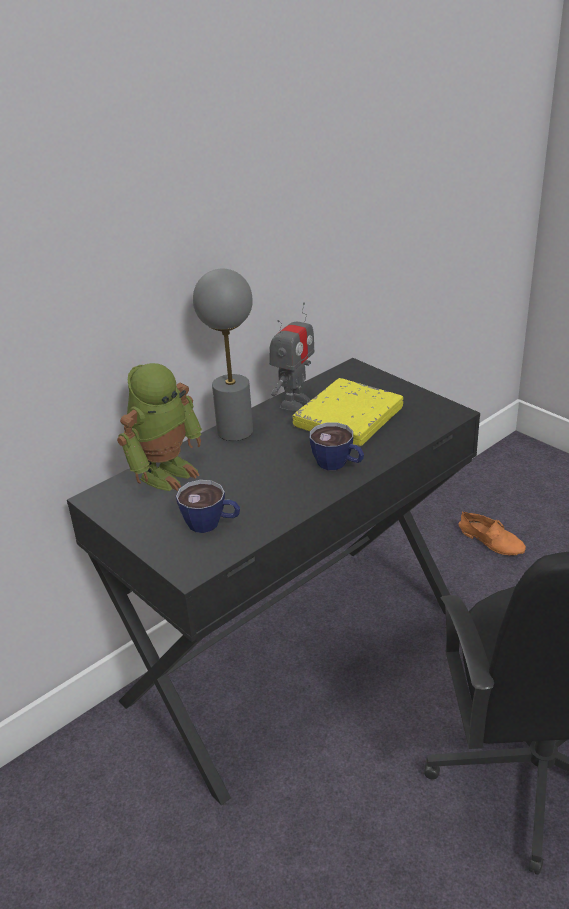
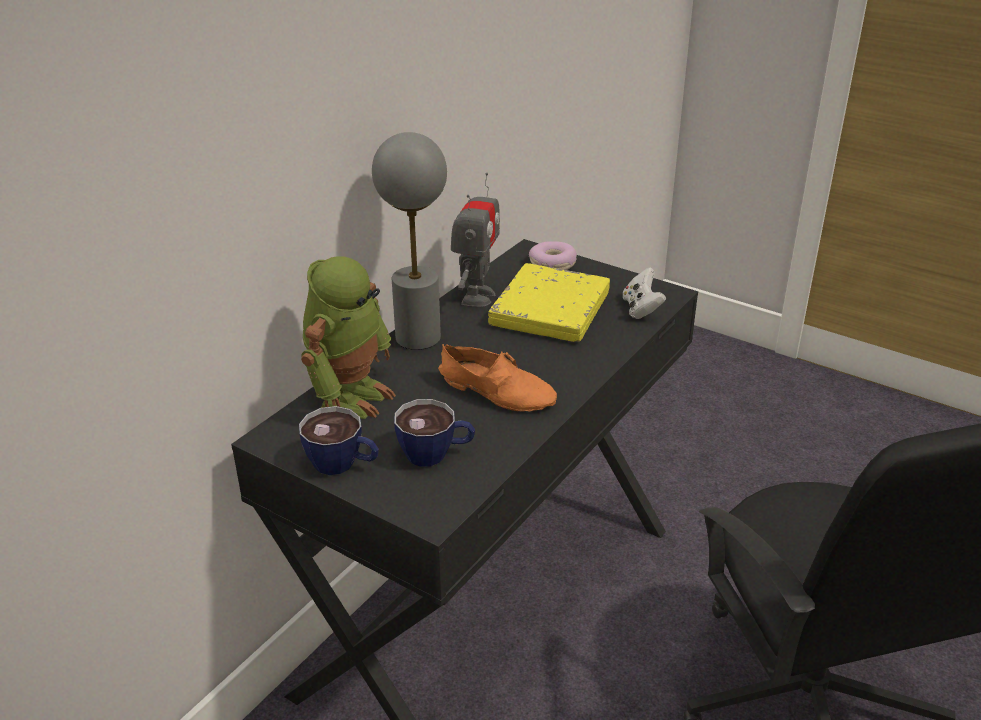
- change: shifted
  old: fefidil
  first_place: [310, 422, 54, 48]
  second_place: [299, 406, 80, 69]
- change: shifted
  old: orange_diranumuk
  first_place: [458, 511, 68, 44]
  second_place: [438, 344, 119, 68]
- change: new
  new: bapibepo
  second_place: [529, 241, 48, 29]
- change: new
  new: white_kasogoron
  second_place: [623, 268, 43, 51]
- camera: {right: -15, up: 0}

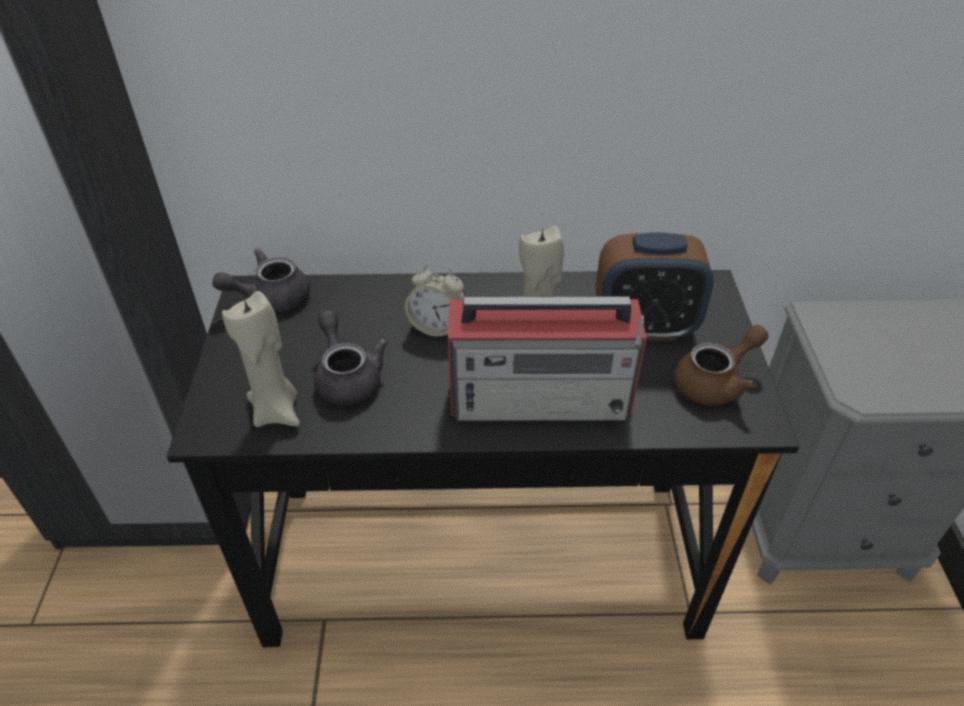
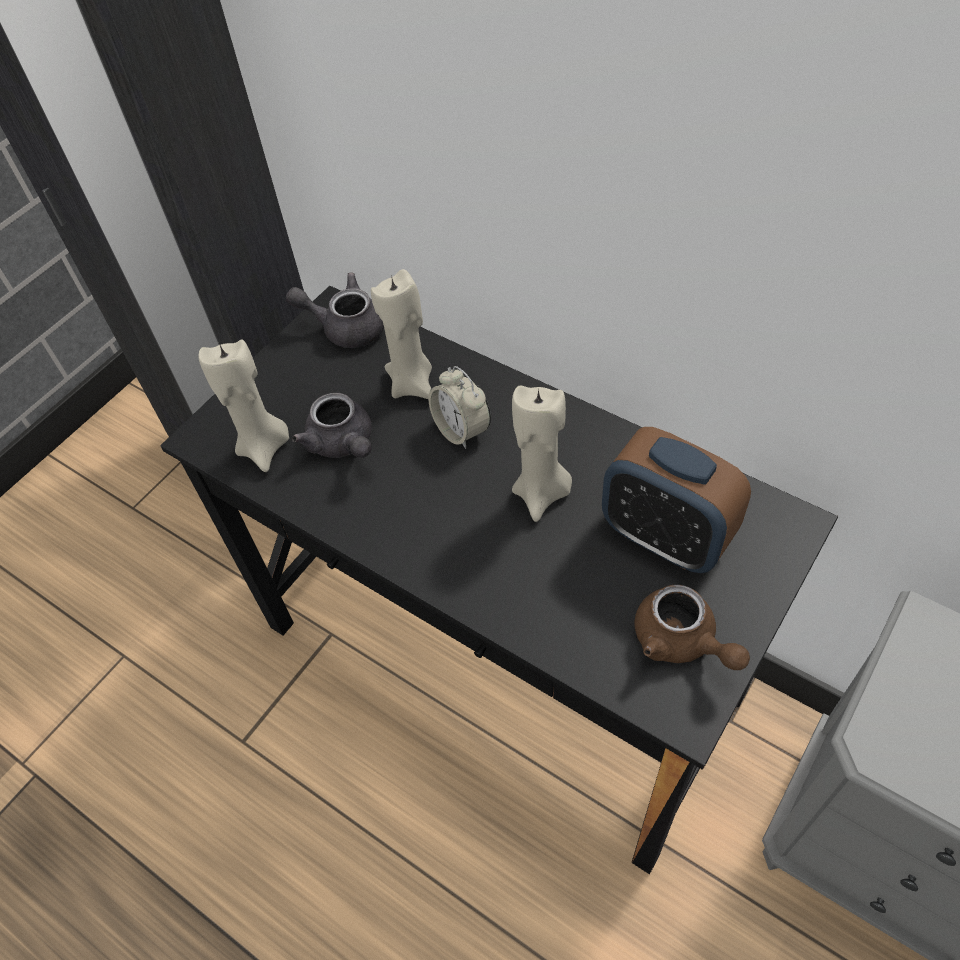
- change: rotated
  old: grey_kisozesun
  first_place: [314, 310, 74, 96]
  second_place: [292, 393, 80, 65]
  degrees: 135
- change: new
  new: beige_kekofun
  second_place: [371, 269, 61, 130]
- change: rotated
  old: brown_kisozesun
  first_place: [674, 325, 95, 80]
  second_place: [634, 585, 116, 85]
  degrees: 45
- change: gone
  old: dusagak
  first_place: [448, 296, 199, 125]
- camera: {right: 40, up: 10}

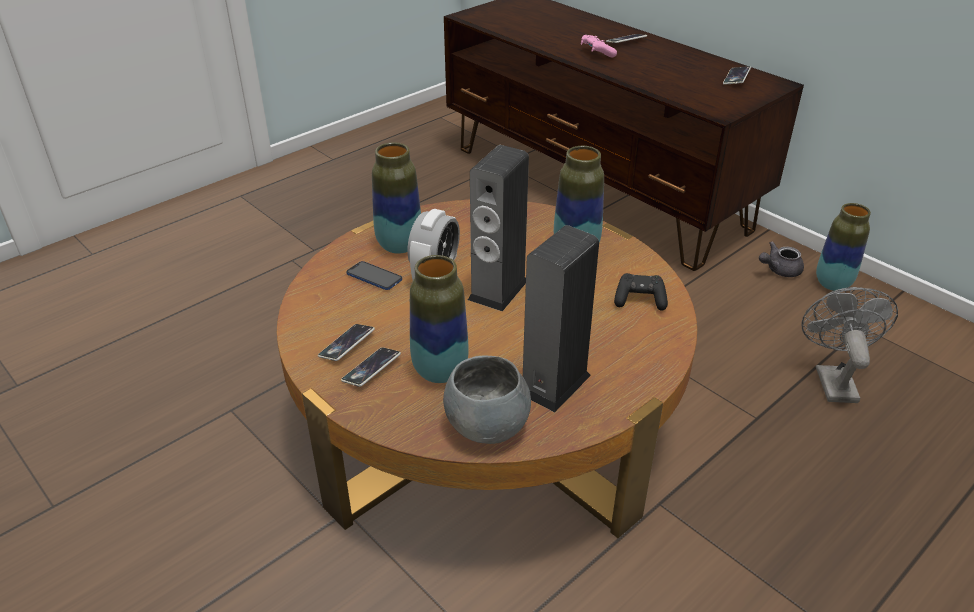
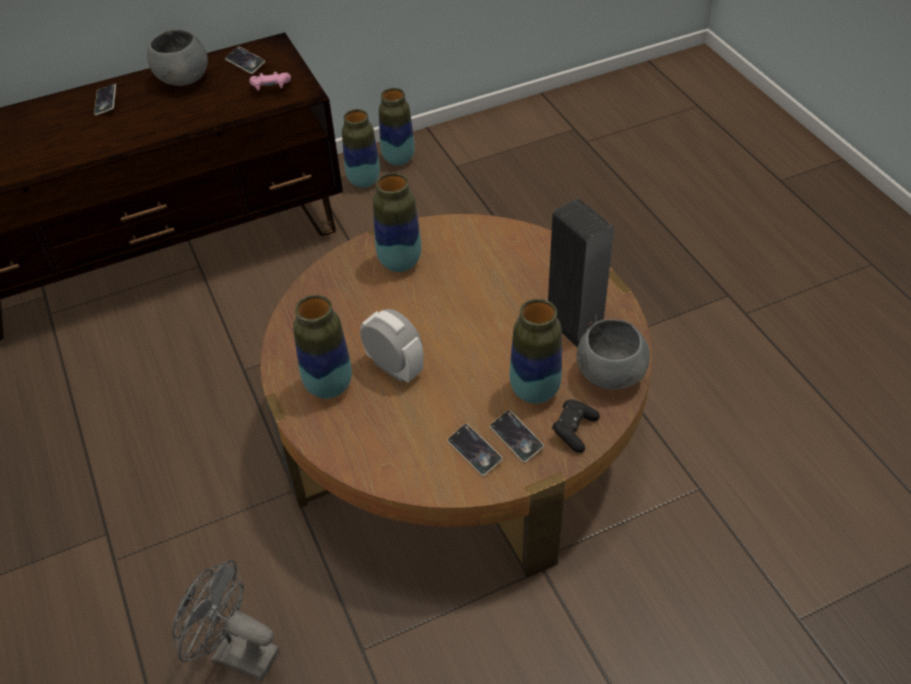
- change: new
  new: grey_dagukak
  second_place: [147, 29, 61, 57]
- change: shifted
  old: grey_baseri
  first_place: [801, 287, 97, 116]
  second_place: [172, 560, 107, 121]
- change: shifted
  old: pink_kasogoron
  first_place: [581, 34, 36, 24]
  second_place: [249, 72, 42, 19]
- change: swapped
  old: grey_kisozesun
  new: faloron
  first_place: [759, 241, 45, 36]
  second_place: [342, 109, 38, 79]
- change: shifted
  old: black_kasogoron
  first_place: [614, 273, 54, 38]
  second_place: [552, 399, 48, 54]
- change: gone
  old: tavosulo
  first_place: [347, 261, 55, 29]
- change: gone
  old: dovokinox
  first_place: [468, 145, 61, 166]
- camera: {right: -70, up: 10}

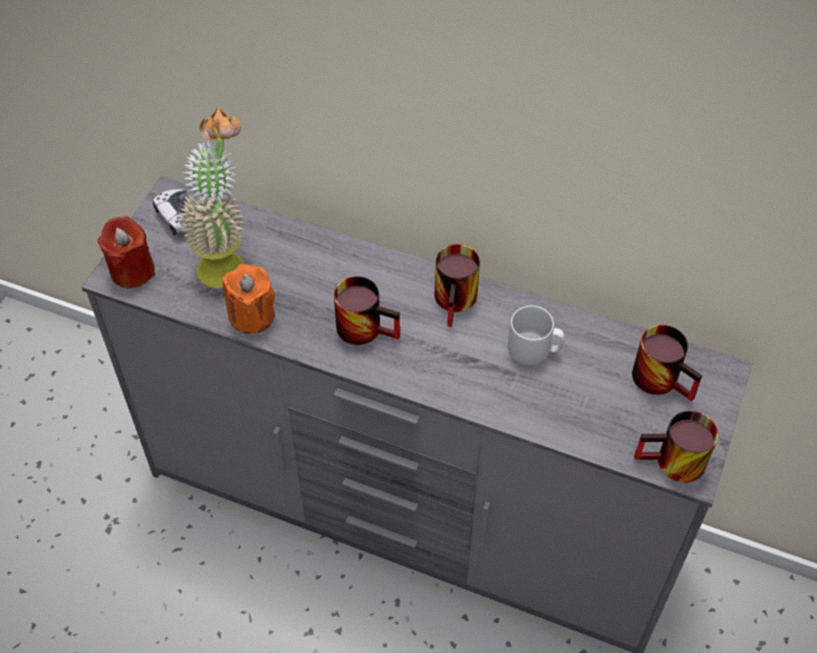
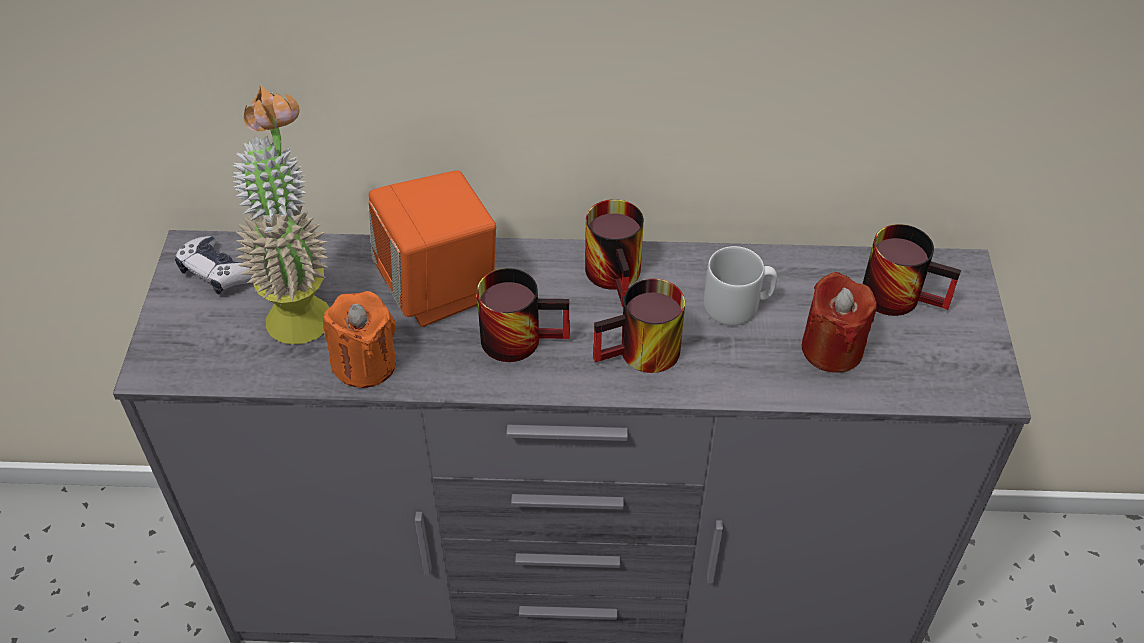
- change: new
  new: orange_dovokinox
  second_place: [368, 170, 128, 157]
- change: shifted
  old: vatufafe
  first_place: [634, 411, 84, 72]
  second_place: [593, 278, 92, 95]
- change: shifted
  old: red_kekofun
  first_place: [98, 216, 57, 72]
  second_place: [801, 272, 76, 101]
- camera: {right: -20, up: -5}

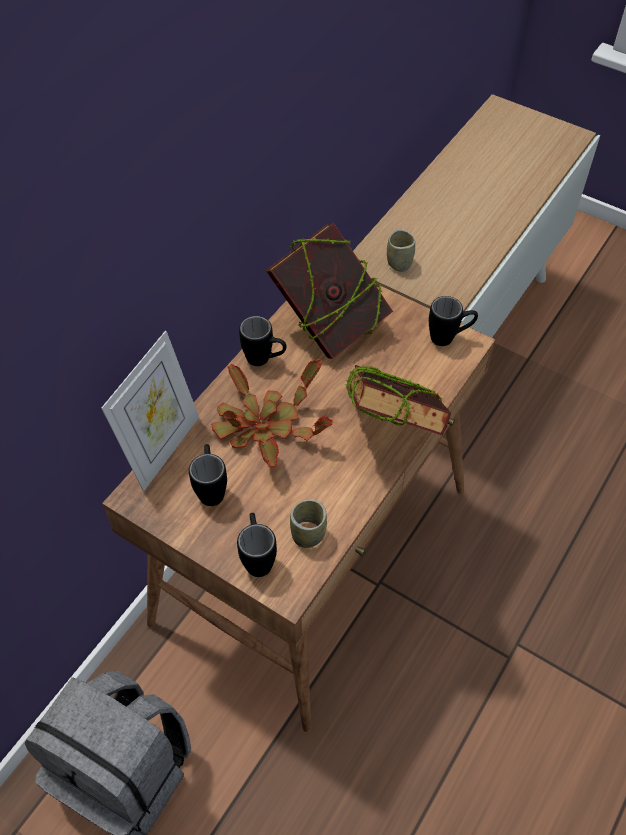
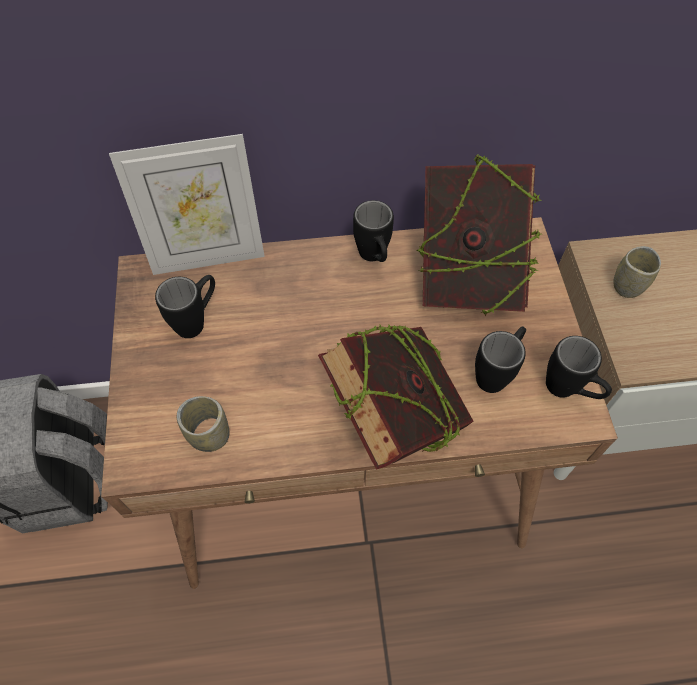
- change: shifted
  old: black_vatufafe
  first_place: [237, 513, 40, 64]
  second_place: [475, 327, 51, 66]
- change: gone
  old: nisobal
  first_place: [211, 359, 122, 109]
- camera: {right: 50, up: 5}

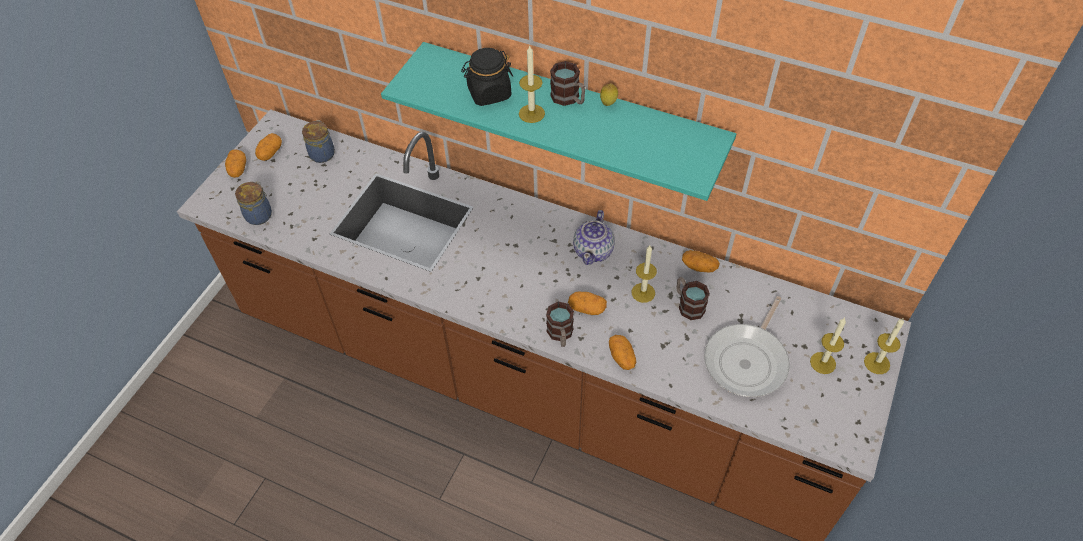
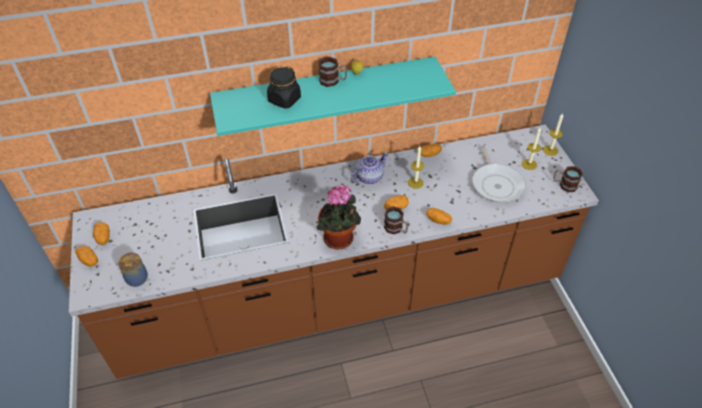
- change: new
  new: nisobal
  second_place: [316, 185, 45, 65]
- change: rotated
  old: kisozesun
  first_place: [573, 210, 42, 55]
  second_place: [351, 152, 37, 32]
  degrees: -105
- change: shifted
  old: vatufafe
  first_place: [676, 277, 34, 43]
  second_place: [553, 166, 30, 26]
- change: gone
  old: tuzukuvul
  first_place: [302, 120, 33, 43]
- change: gone
  old: kekofun
  first_place: [519, 45, 26, 78]
- camera: {right: -40, up: -5}

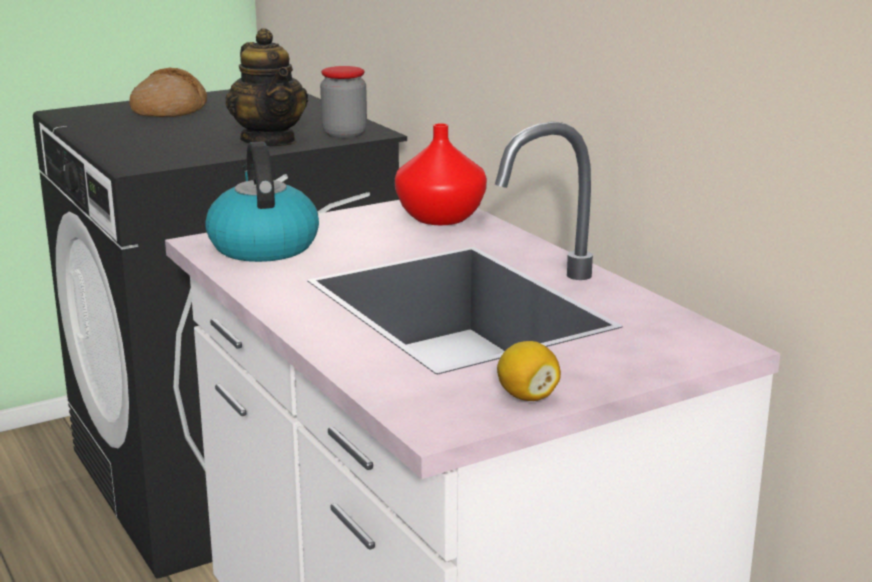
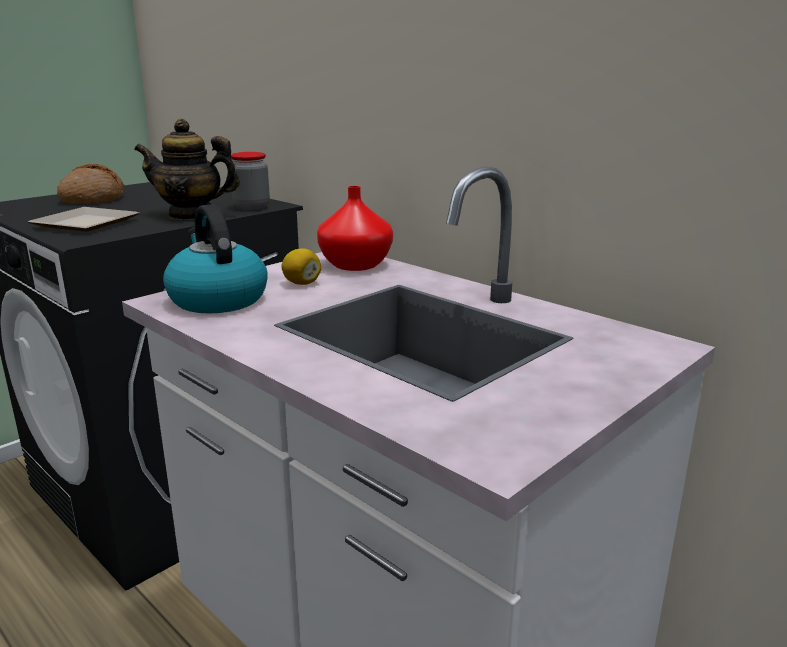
- change: new
  new: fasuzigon
  second_place: [28, 207, 111, 25]
- change: rotated
  old: kisozesun
  first_place: [225, 28, 83, 118]
  second_place: [134, 119, 106, 101]
  degrees: 135
- change: shifted
  old: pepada
  first_place: [497, 341, 64, 60]
  second_place: [281, 248, 40, 37]
- camera: {right: -15, up: 0}

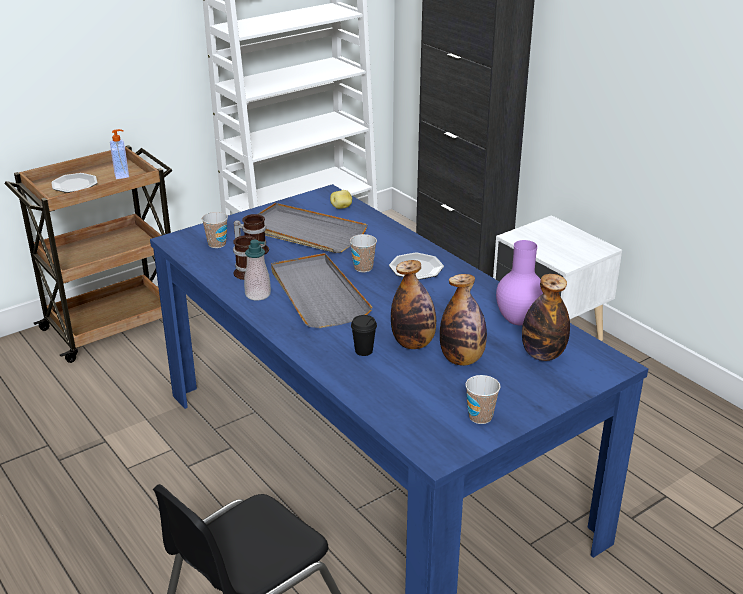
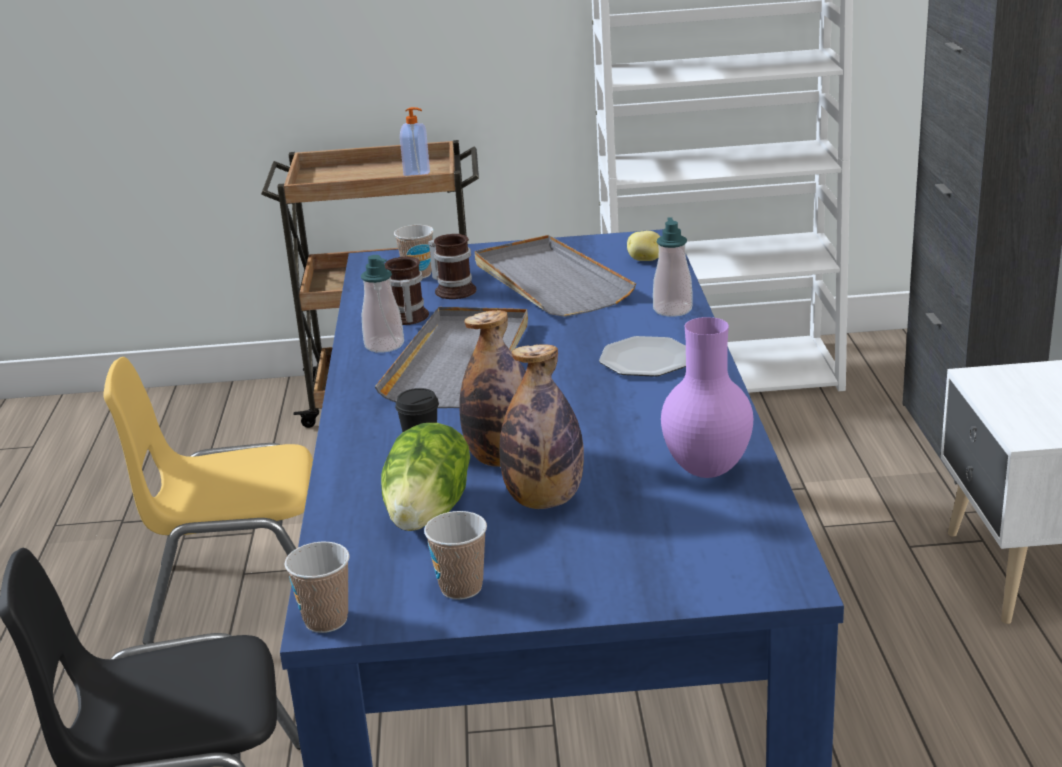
- change: new
  new: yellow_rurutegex
  second_place: [103, 357, 210, 287]
- change: shifted
  old: fefidil
  first_place: [350, 234, 27, 38]
  second_place: [285, 542, 65, 91]
- change: new
  new: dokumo
  second_place: [381, 423, 89, 108]
- change: new
  new: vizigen
  second_place: [653, 217, 40, 100]
- change: gone
  old: fasuzigon
  first_place: [51, 173, 47, 20]
- change: gone
  old: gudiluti
  first_place: [522, 274, 48, 87]
- camera: {right: 35, up: -5}

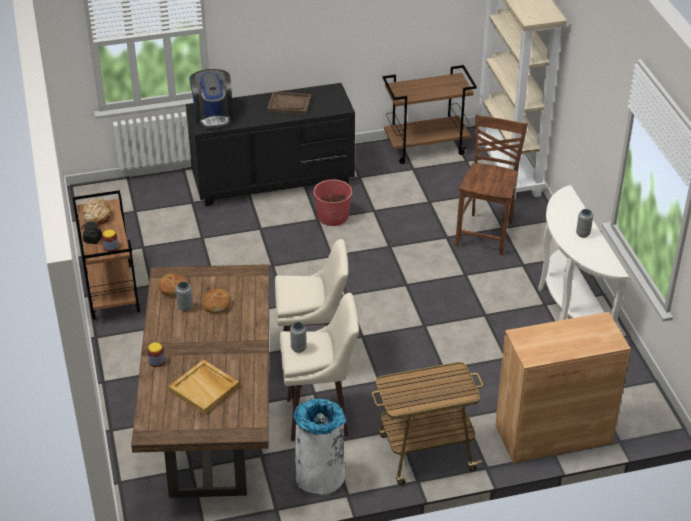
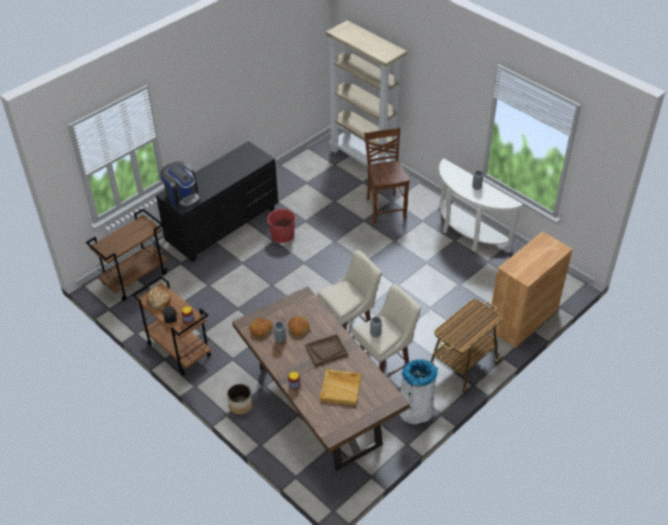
- change: shifted
  old: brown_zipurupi
  first_place: [382, 65, 95, 99]
  second_place: [86, 209, 82, 92]
- change: new
  new: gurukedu
  second_place: [227, 384, 26, 31]
- change: shifted
  old: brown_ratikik
  first_place: [267, 91, 44, 24]
  second_place: [305, 334, 43, 32]
- camera: {right: -30, up: 5}

